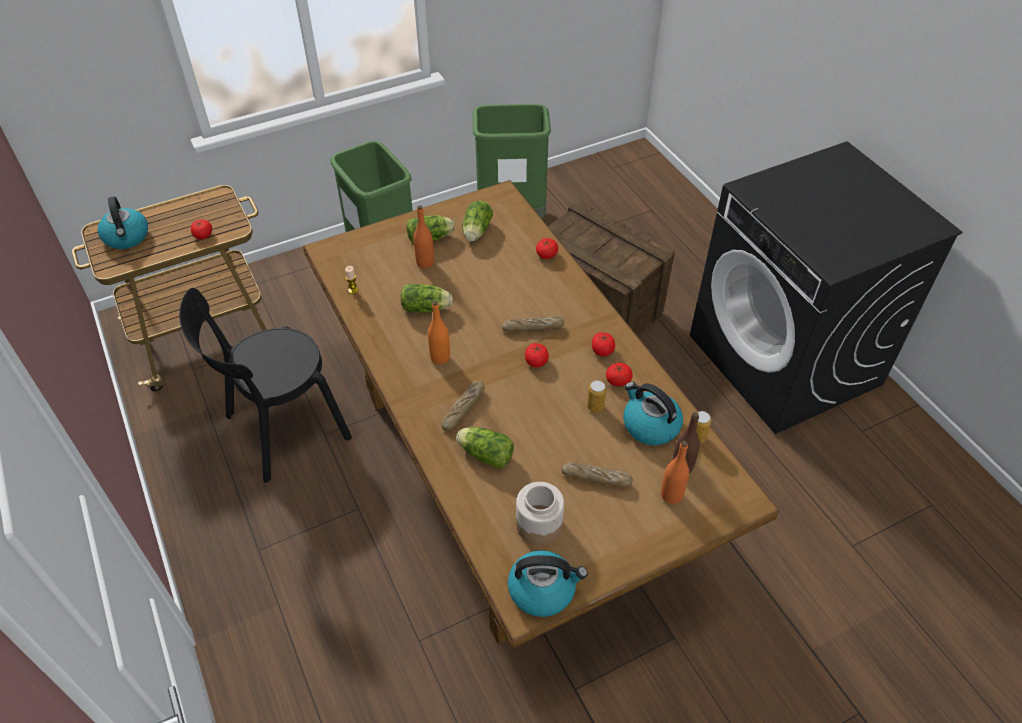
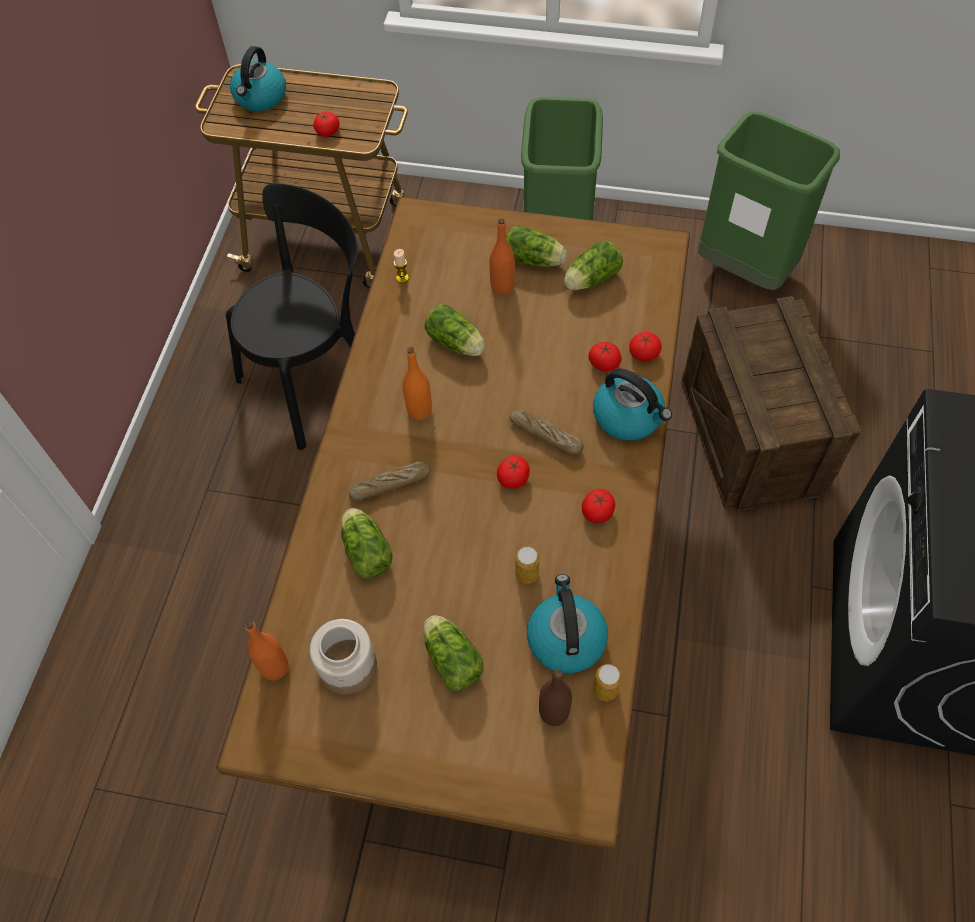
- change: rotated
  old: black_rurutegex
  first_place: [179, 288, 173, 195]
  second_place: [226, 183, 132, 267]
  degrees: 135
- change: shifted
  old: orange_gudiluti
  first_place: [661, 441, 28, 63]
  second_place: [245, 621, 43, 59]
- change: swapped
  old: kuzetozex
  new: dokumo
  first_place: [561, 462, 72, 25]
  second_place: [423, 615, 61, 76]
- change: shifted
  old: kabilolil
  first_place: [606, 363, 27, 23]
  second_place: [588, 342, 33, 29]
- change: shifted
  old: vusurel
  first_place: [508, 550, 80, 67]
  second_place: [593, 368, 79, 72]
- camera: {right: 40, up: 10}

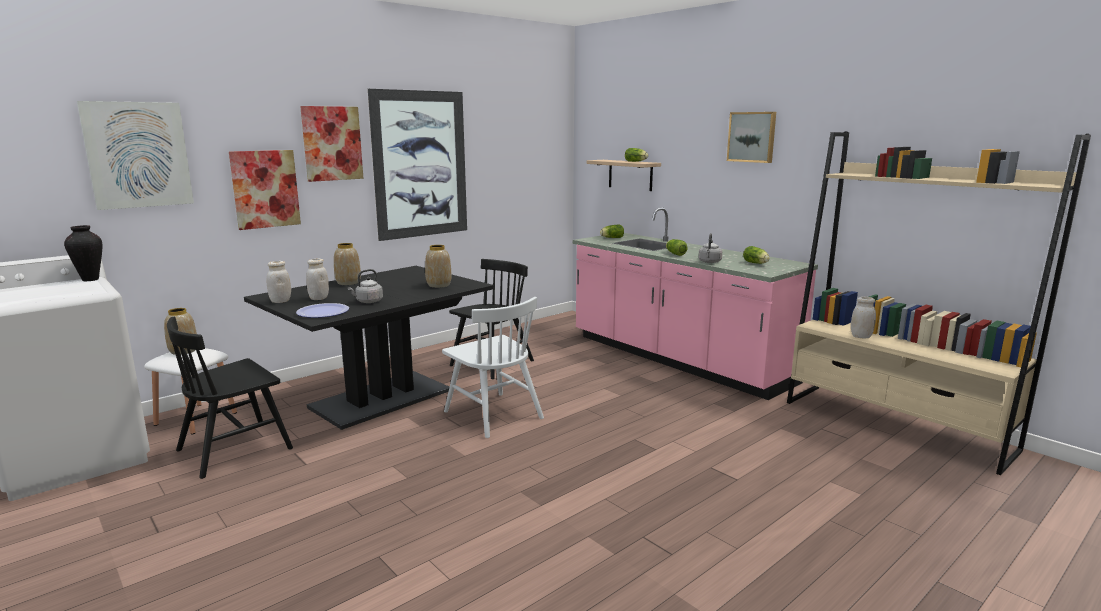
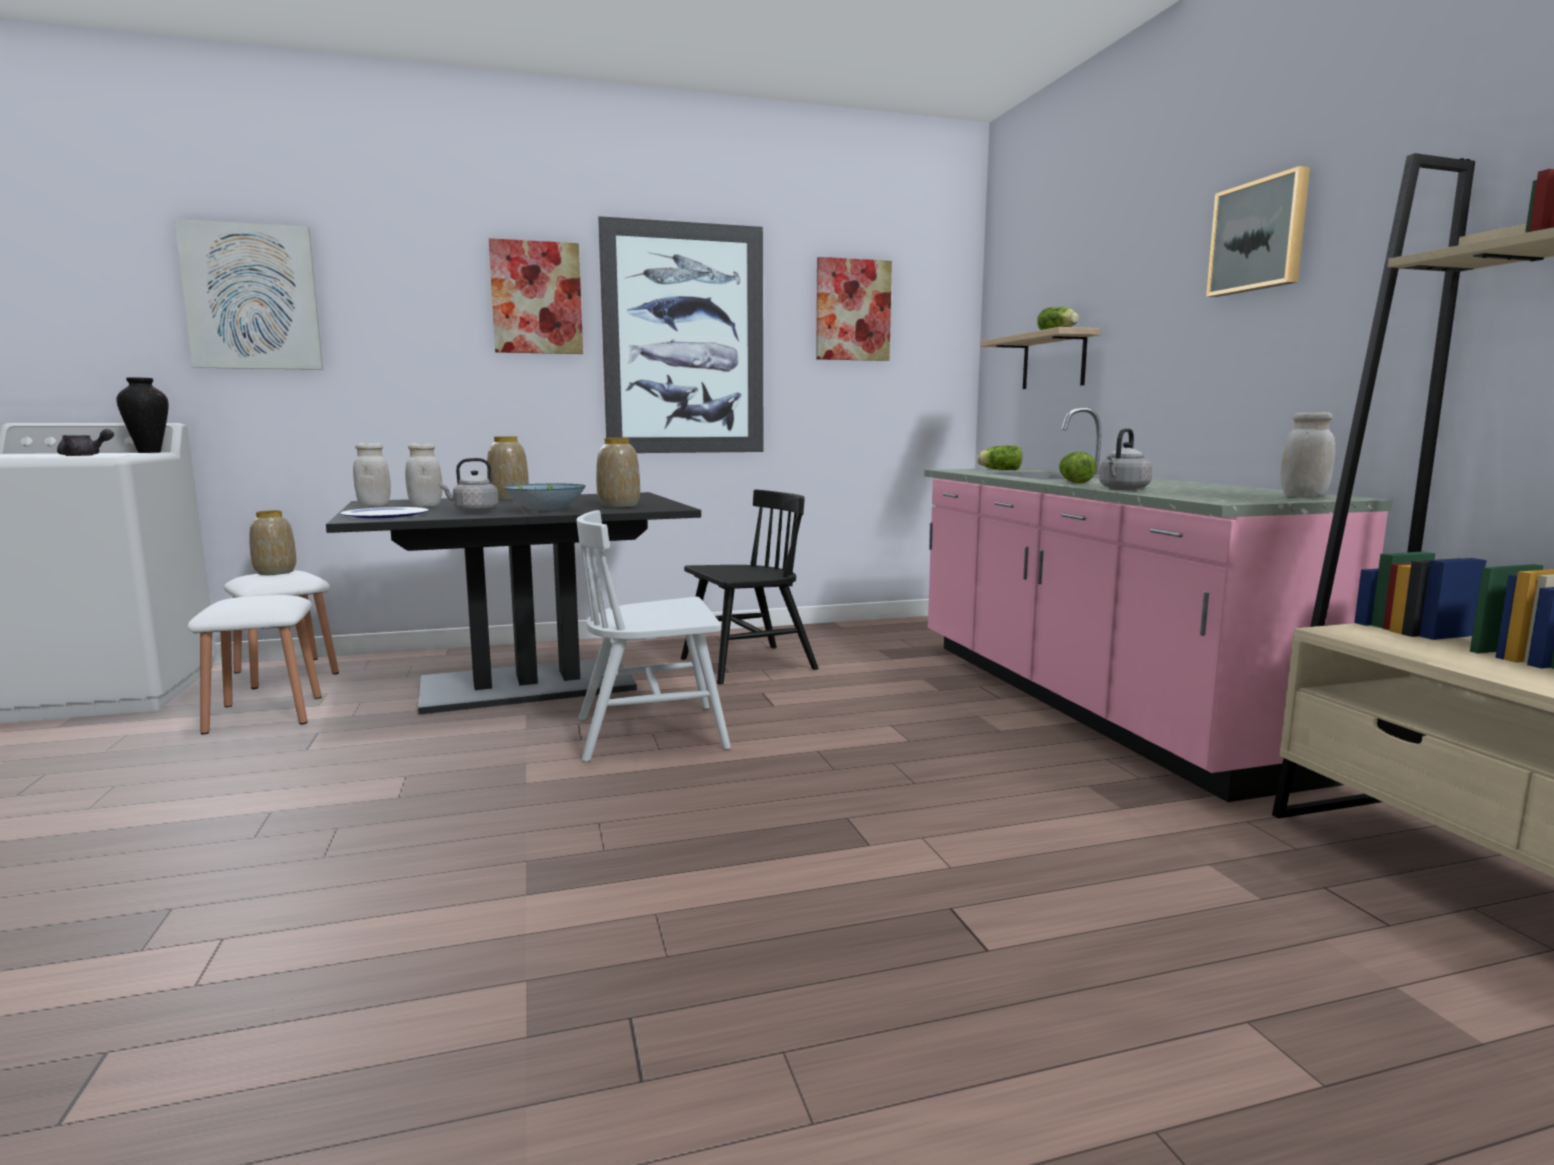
- change: new
  new: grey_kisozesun
  second_place: [57, 429, 57, 27]
- change: swapped
  old: black_rurutegex
  new: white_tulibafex
  first_place: [167, 316, 126, 163]
  second_place: [188, 595, 133, 139]
- change: new
  new: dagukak
  second_place: [504, 484, 82, 28]
- change: rotated
  old: white_rurutegex
  first_place: [442, 297, 102, 141]
  second_place: [576, 510, 155, 252]
  degrees: 90
- change: shifted
  old: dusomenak
  first_place: [229, 150, 72, 80]
  second_place: [816, 257, 76, 104]
- change: shifted
  old: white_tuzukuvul
  first_place: [851, 297, 25, 42]
  second_place: [1281, 412, 54, 85]
- change: gone
  old: dokumo
  first_place: [743, 246, 27, 18]
- camera: {right: 25, up: -5}

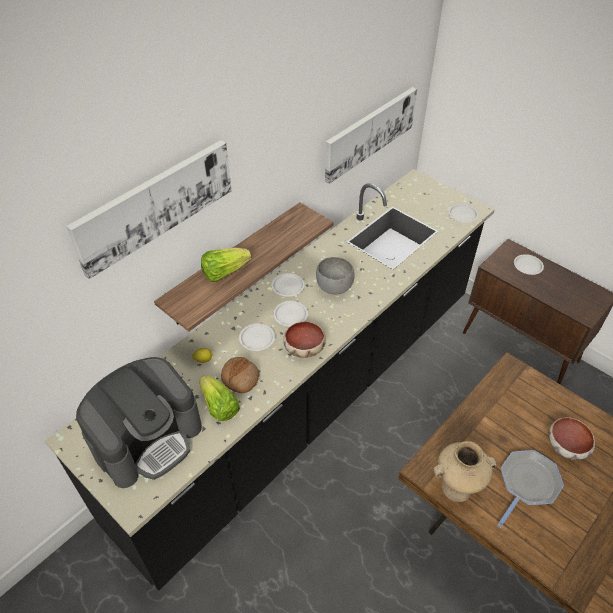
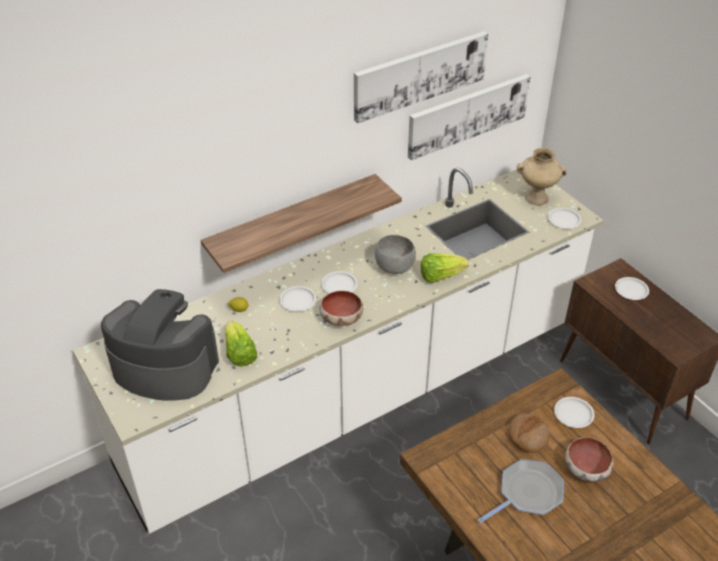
- change: repainted
  old: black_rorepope
  new: white_rorepope
  first_place: [45, 169, 450, 422]
  second_place: [73, 168, 531, 365]
- change: rotated
  old: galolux
  first_place: [76, 357, 126, 131]
  second_place: [101, 289, 118, 112]
  degrees: -135
- change: shifted
  old: dusomenak
  first_place: [66, 140, 165, 139]
  second_place: [354, 31, 134, 92]
- change: shifted
  old: dokumo
  first_place: [201, 248, 50, 34]
  second_place: [420, 253, 49, 30]
- change: shifted
  old: kuzetozex
  first_place: [221, 357, 38, 36]
  second_place: [508, 413, 41, 40]
- change: shifted
  old: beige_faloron
  first_place: [434, 441, 63, 61]
  second_place: [517, 148, 50, 57]
- change: shifted
  old: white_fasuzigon
  first_place: [272, 273, 33, 24]
  second_place: [554, 397, 41, 31]
- camera: {right: 15, up: -5}

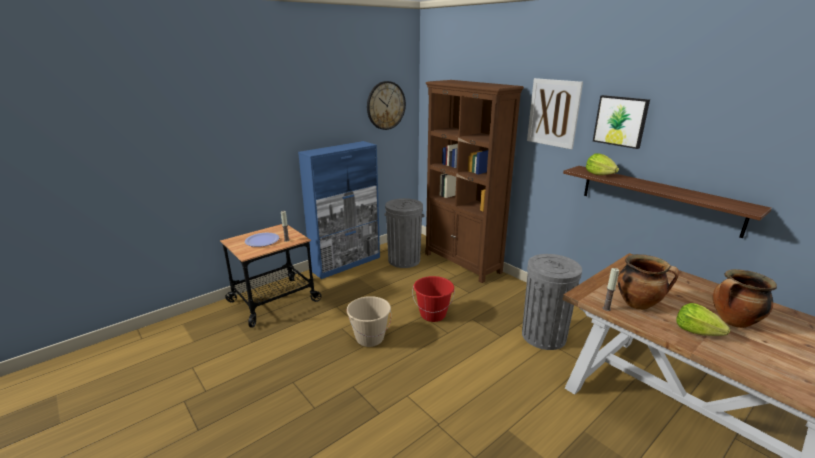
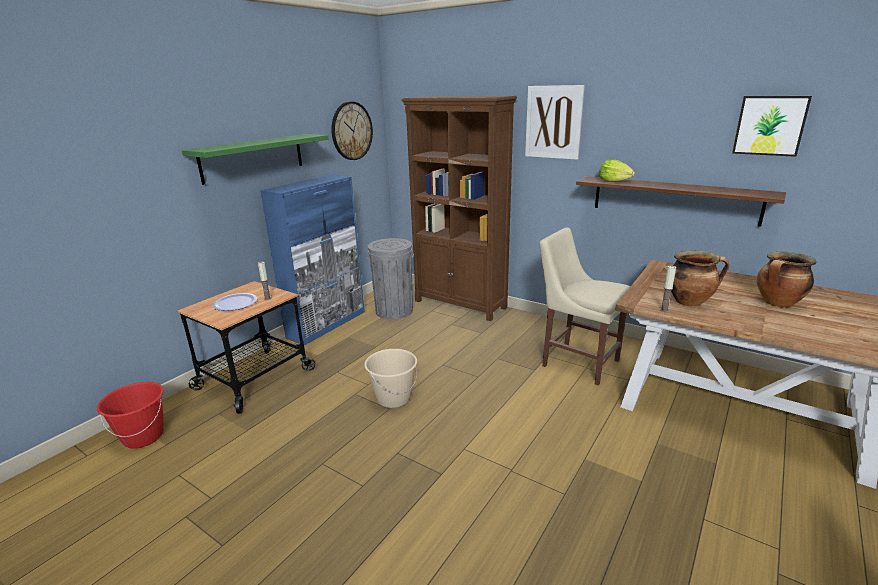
- change: shifted
  old: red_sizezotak
  first_place: [412, 276, 43, 46]
  second_place: [97, 382, 67, 67]
- change: new
  new: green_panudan
  second_place: [182, 134, 147, 51]
- change: swapped
  old: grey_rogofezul
  new: beige_rurutegex
  first_place: [522, 254, 60, 96]
  second_place: [539, 227, 92, 159]
- change: shifted
  old: dusomenak
  first_place: [593, 95, 57, 54]
  second_place: [732, 96, 80, 61]
- change: gone
  old: dokumo
  first_place: [676, 303, 54, 33]
- camera: {right: -15, up: 0}

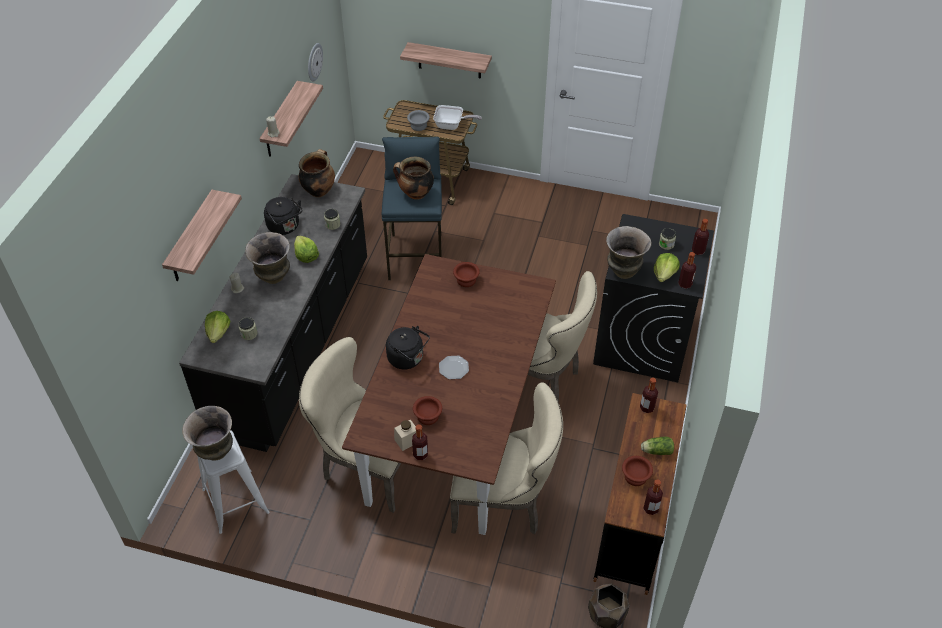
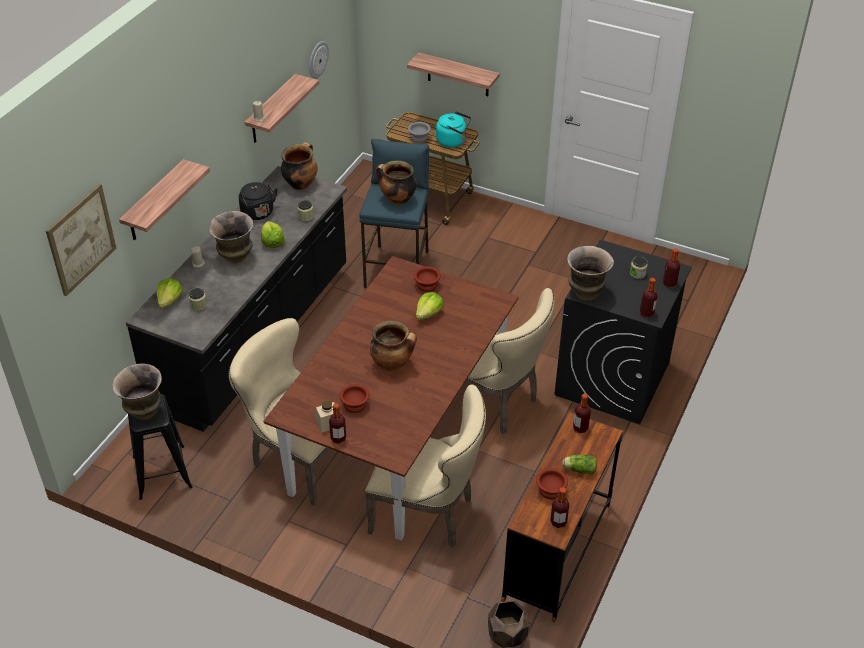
- change: new
  new: dusomenak
  second_place: [46, 184, 70, 112]
- change: repainted
  old: white_tulibafex
  new: black_tulibafex
  first_place: [197, 430, 72, 104]
  second_place: [128, 394, 64, 106]
- change: swapped
  old: fasuzigon
  new: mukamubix
  first_place: [439, 356, 30, 23]
  second_place: [370, 320, 47, 52]
- change: shifted
  old: dokumo
  first_place: [654, 253, 26, 29]
  second_place: [416, 292, 28, 28]
- change: swapped
  old: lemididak
  new: turquoise_vusurel
  first_place: [433, 105, 49, 25]
  second_place: [436, 111, 35, 37]
- change: gone
  old: black_vusurel
  first_place: [386, 326, 44, 44]
- camera: {right: 10, up: -5}

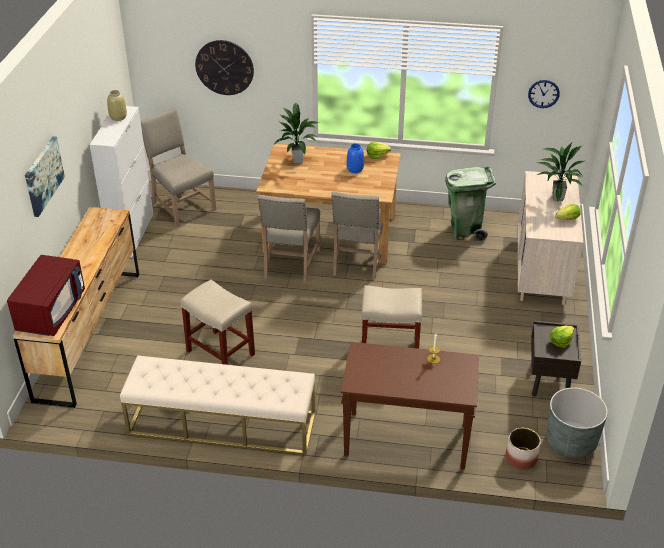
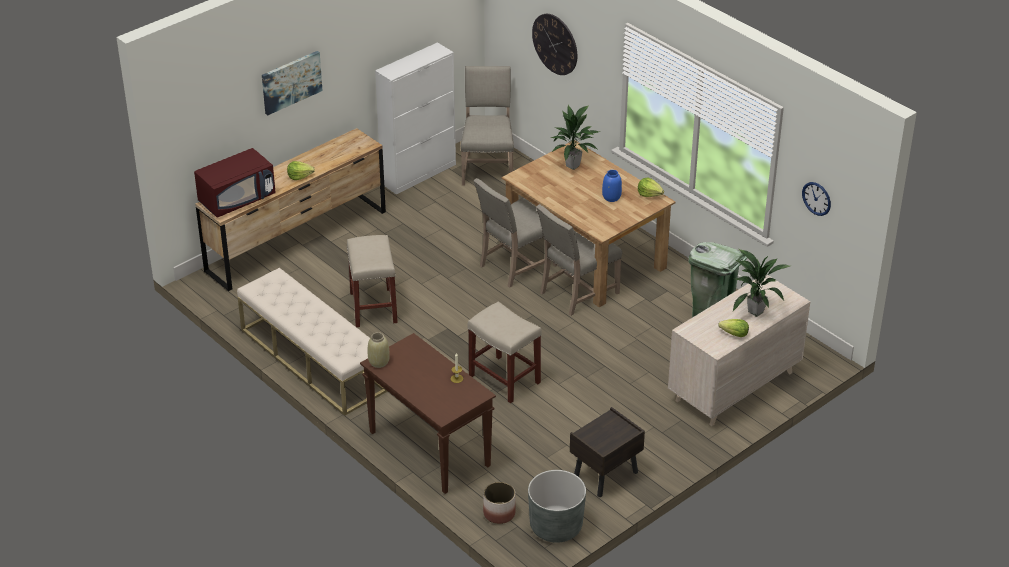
- change: shifted
  old: dokumo
  first_place: [550, 326, 24, 22]
  second_place: [287, 161, 28, 19]
- change: shifted
  old: beige_faloron
  first_place: [107, 90, 20, 31]
  second_place: [368, 332, 22, 36]
- camera: {right: 40, up: 0}

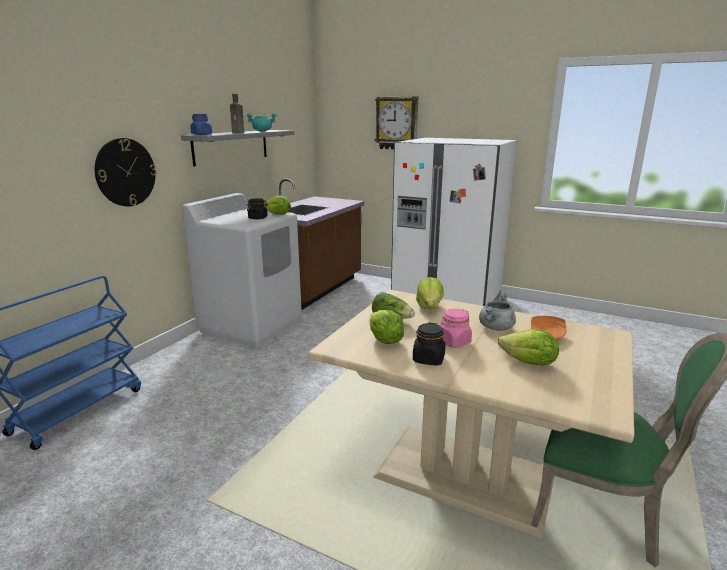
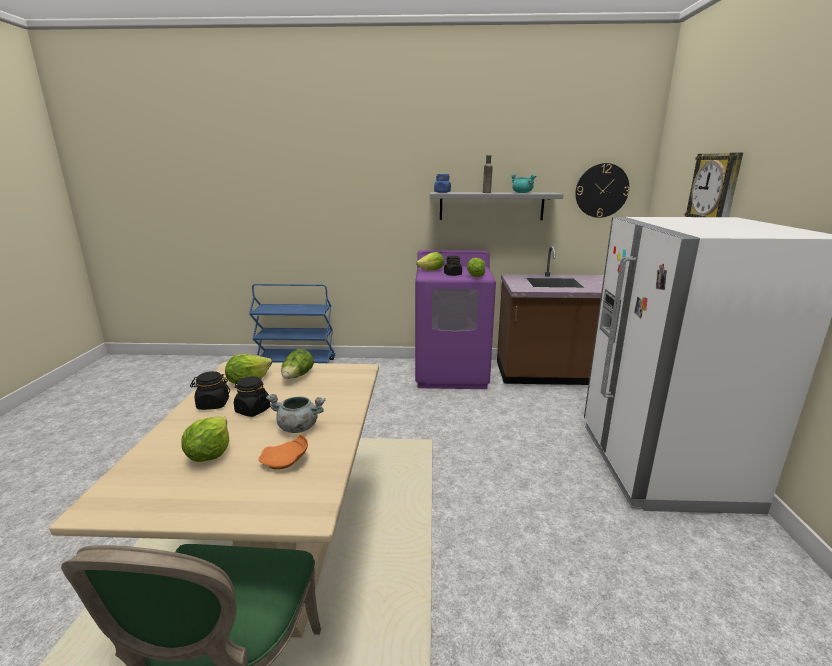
- change: repainted
  old: pink_tuzukuvul
  new: black_tuzukuvul
  first_place: [440, 309, 32, 39]
  second_place: [234, 376, 37, 41]
- change: repainted
  old: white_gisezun
  new: purple_gisezun
  first_place: [182, 193, 120, 154]
  second_place: [415, 250, 81, 139]
- change: shifted
  old: dokumo
  first_place: [416, 277, 28, 32]
  second_place: [416, 252, 28, 19]
- change: shifted
  old: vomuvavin
  first_place: [95, 138, 61, 68]
  second_place: [575, 163, 55, 55]
- camera: {right: 65, up: 0}

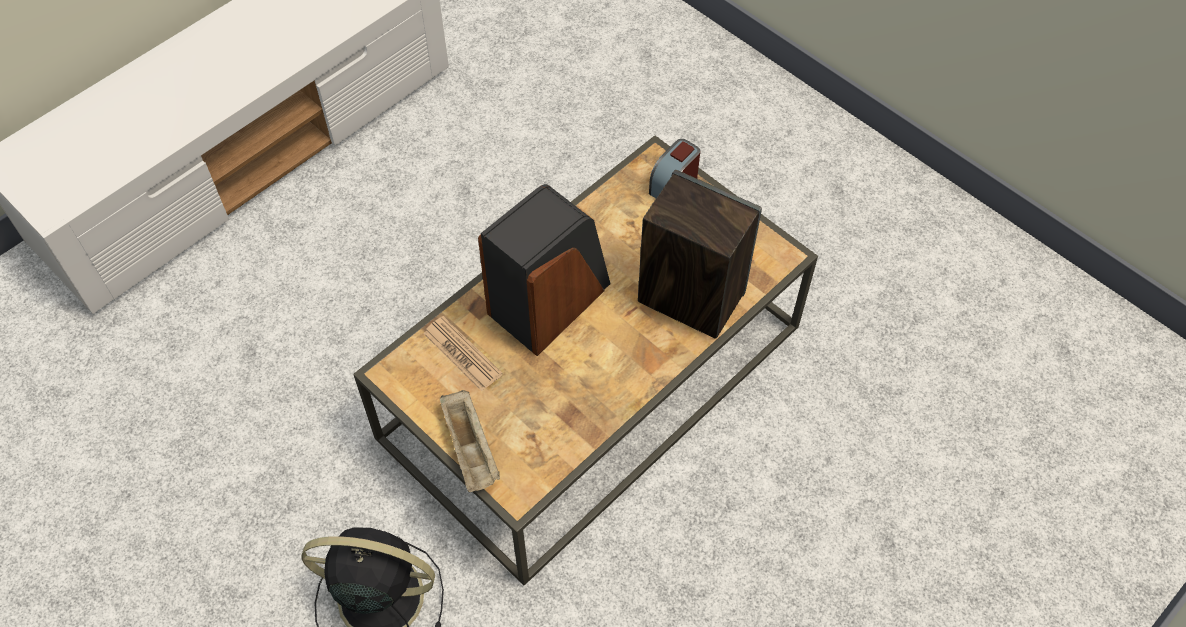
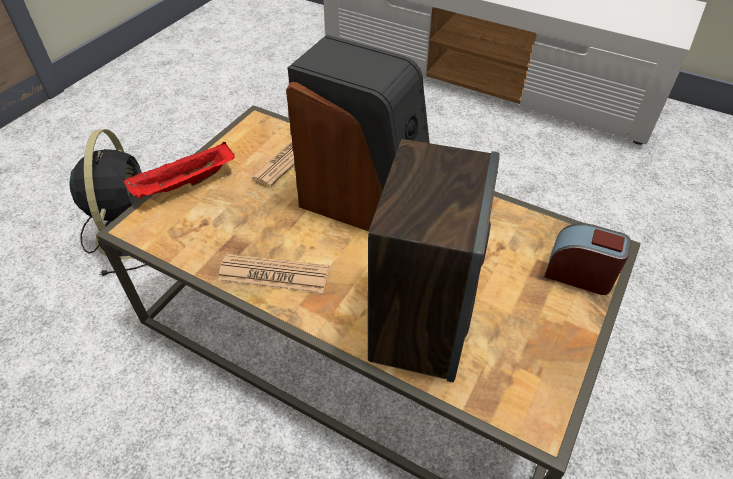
- change: repainted
  old: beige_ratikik
  new: red_ratikik
  first_place: [440, 390, 60, 102]
  second_place: [123, 142, 112, 57]
- change: new
  new: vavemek
  second_place: [218, 254, 111, 39]
- camera: {right: 75, up: -10}

